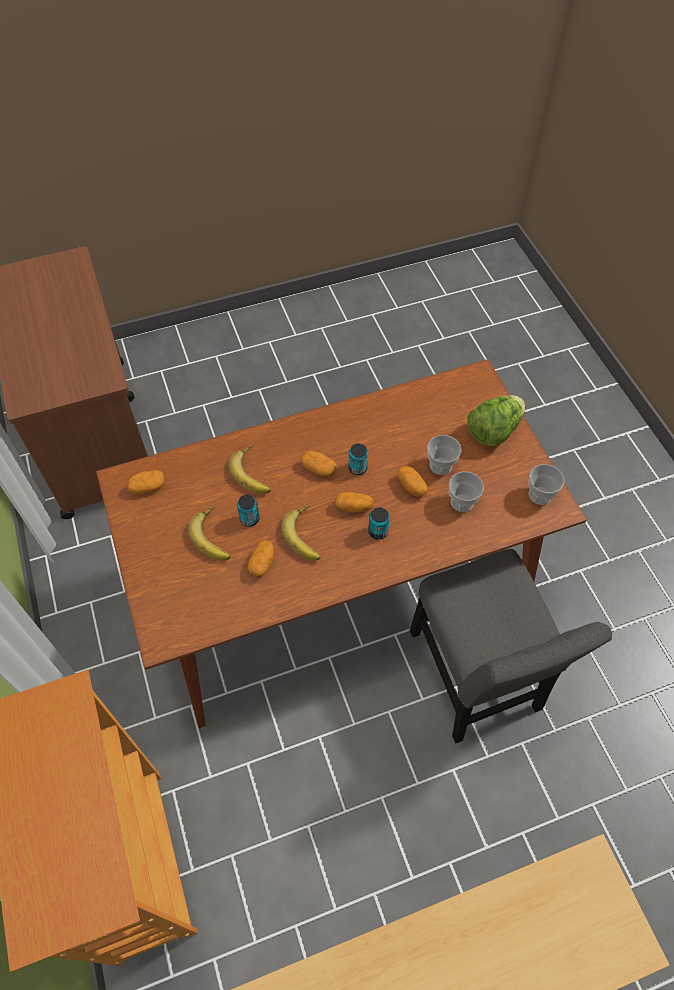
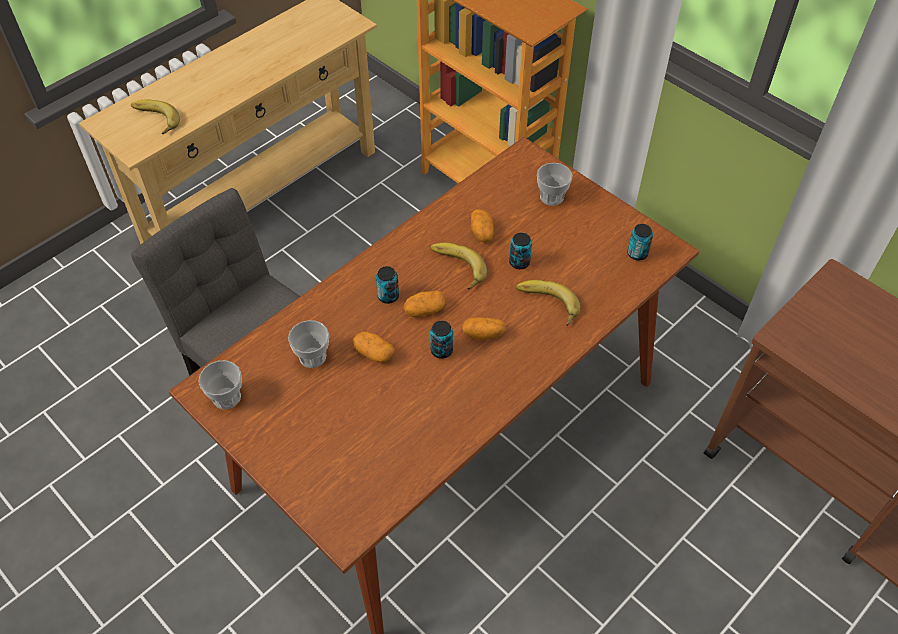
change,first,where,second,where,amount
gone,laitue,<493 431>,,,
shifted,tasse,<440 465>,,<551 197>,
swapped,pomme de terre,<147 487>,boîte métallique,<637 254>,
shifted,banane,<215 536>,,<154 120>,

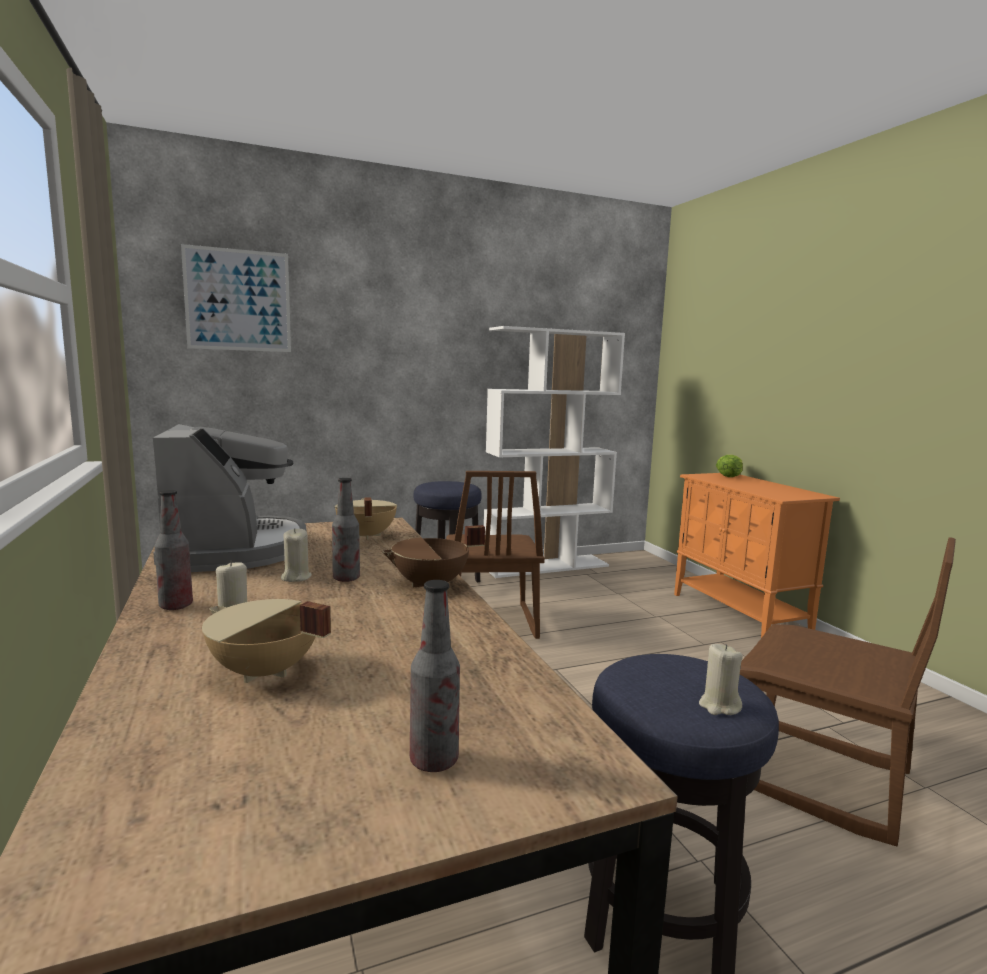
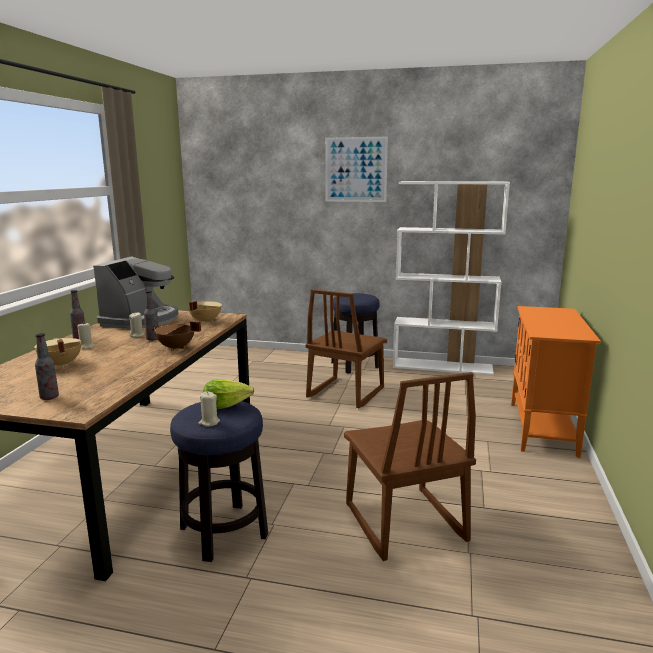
change,first,where,second,where,amount
shifted,tableau,<238 300>,,<356 169>,
shifted,laitue,<729 476>,,<226 405>,

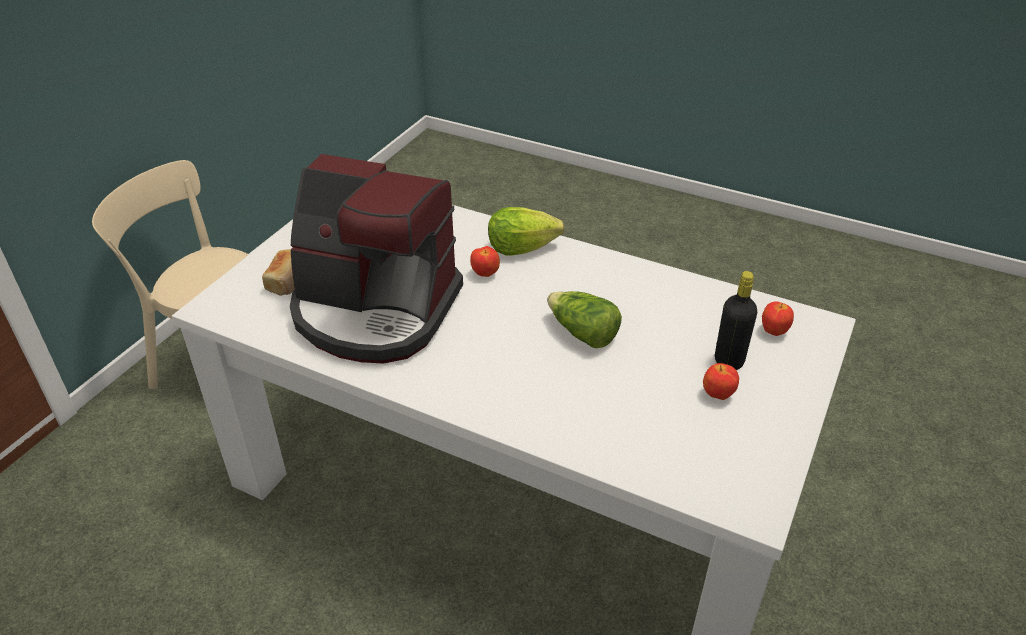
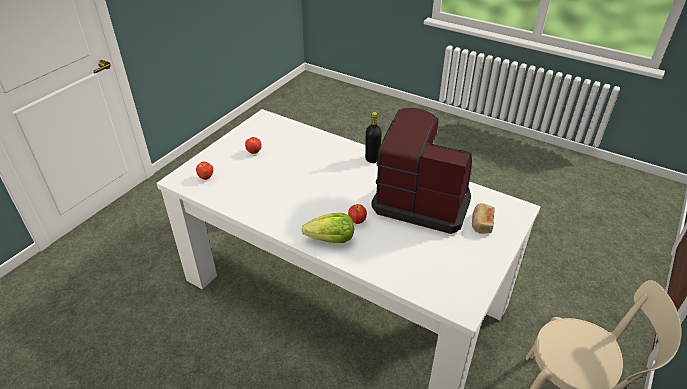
change,first,where,second,where,amount
shifted,bouteille (noir),<729 361>,,<372 159>,
gone,laitue,<582 333>,,,

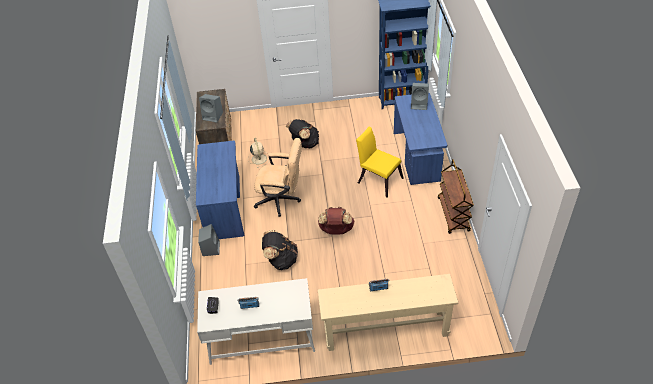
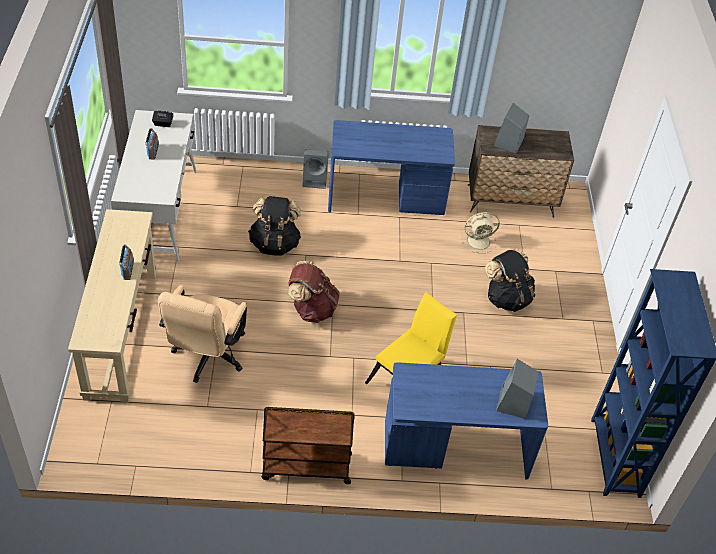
change,first,where,second,where,amount
shifted,chaise de bureau (beige),<281 200>,,<207 358>,

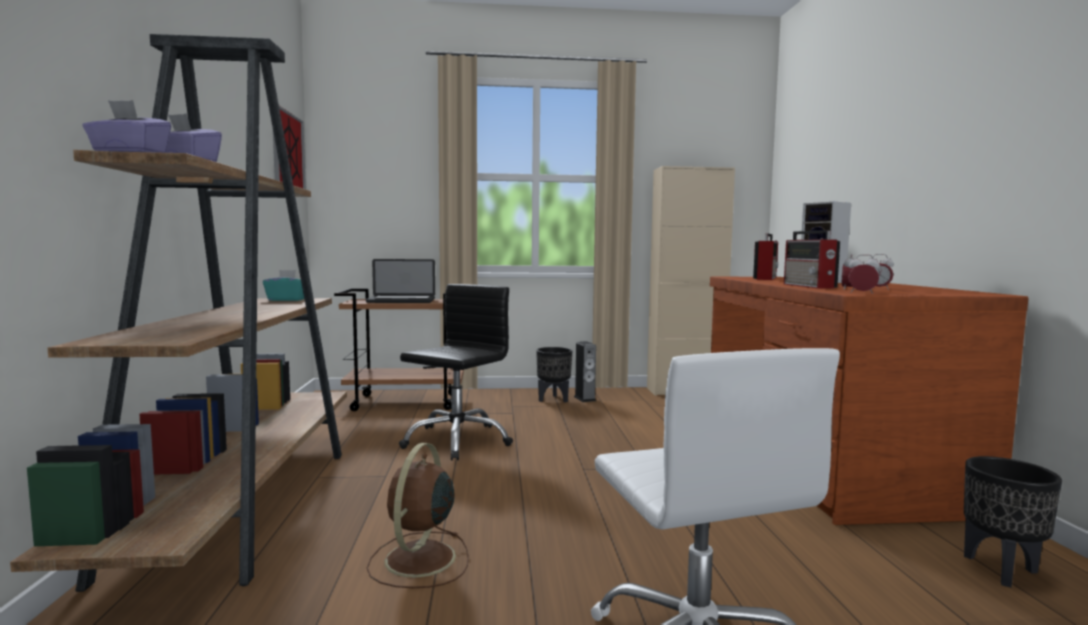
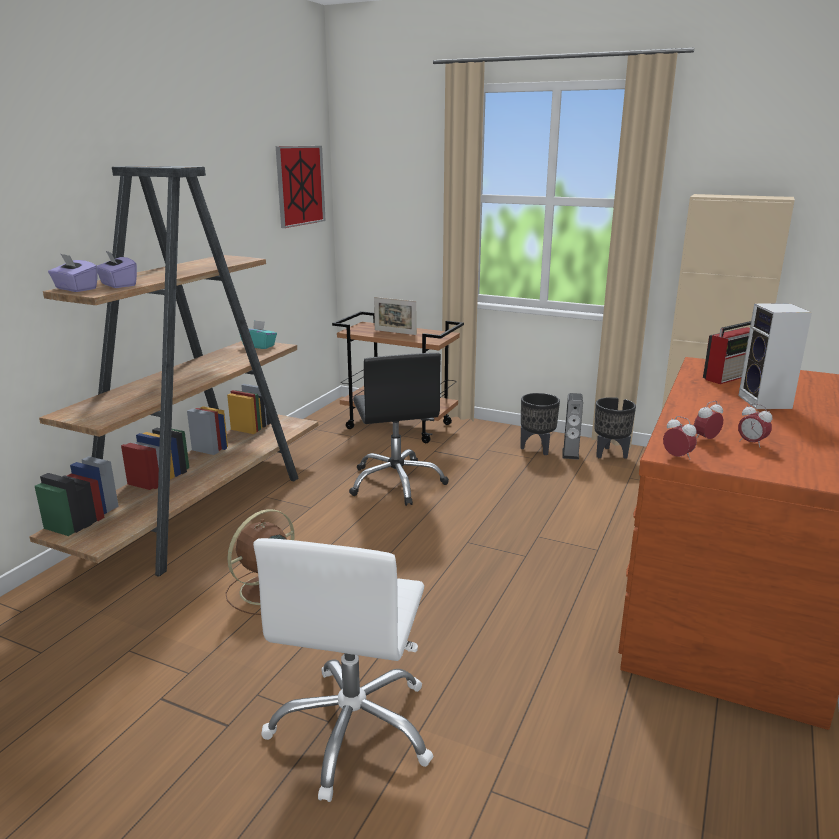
change,first,where,second,where,amount
gone,radio,<809 286>,,,
swapped,ordinateur portable,<401 301>,cadre photo,<395 332>,
rotated,chaise de bureau (noir),<457 440>,,<397 482>,105 degrees clockwise
shifted,cache-pot (noir),<1002 571>,,<610 454>,

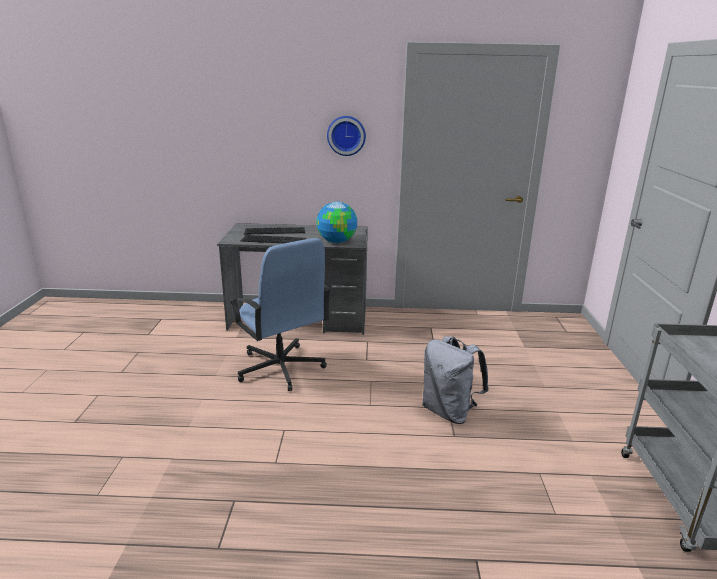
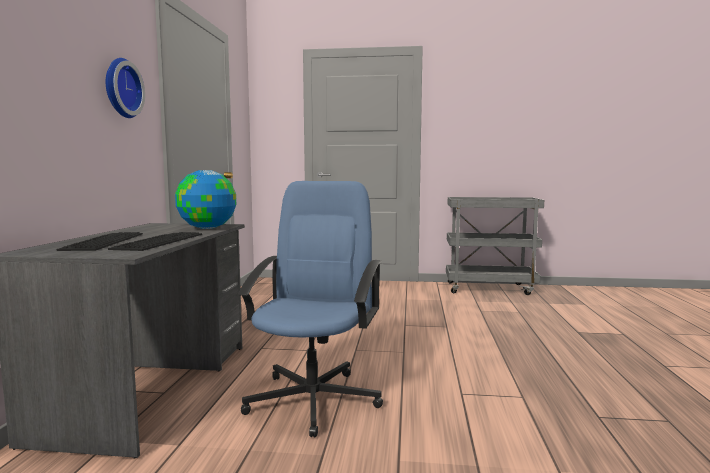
change,first,where,second,where,amount
rotated,chaise de bureau (bleu),<280 368>,,<314 399>,45 degrees counterclockwise
gone,sac à dos (gris),<449 412>,,,

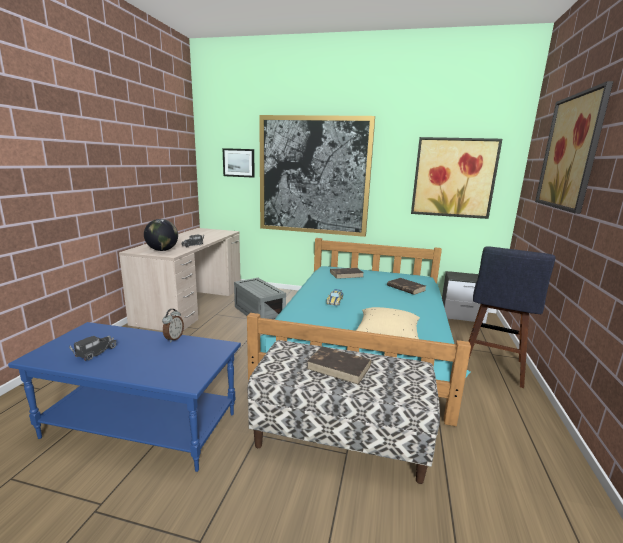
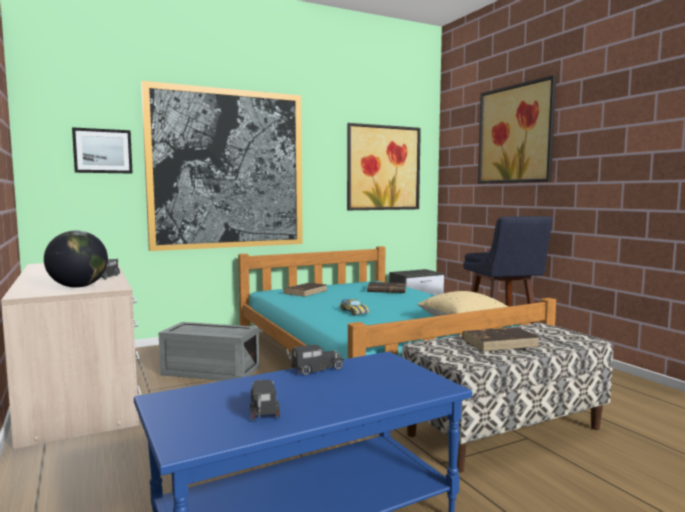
change,first,where,second,where,amount
swapped,réveil,<173 338>,camion jouet,<315 369>,

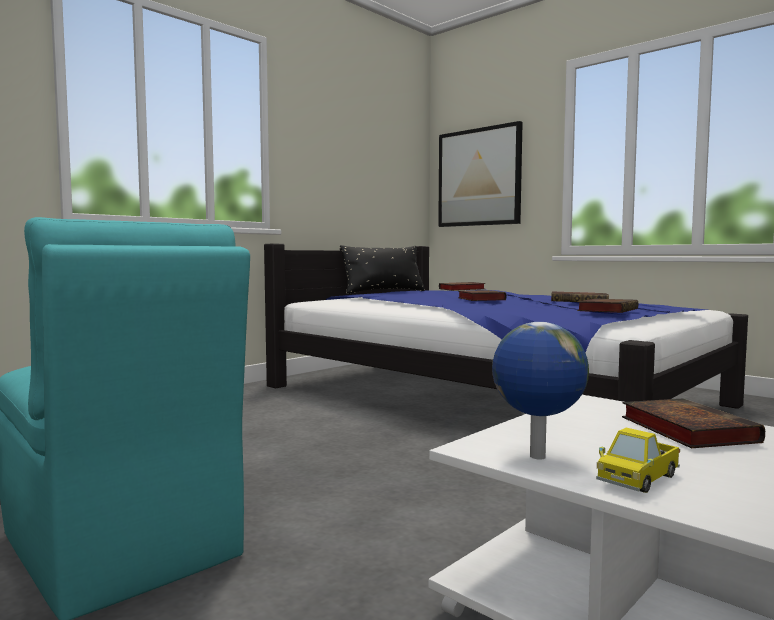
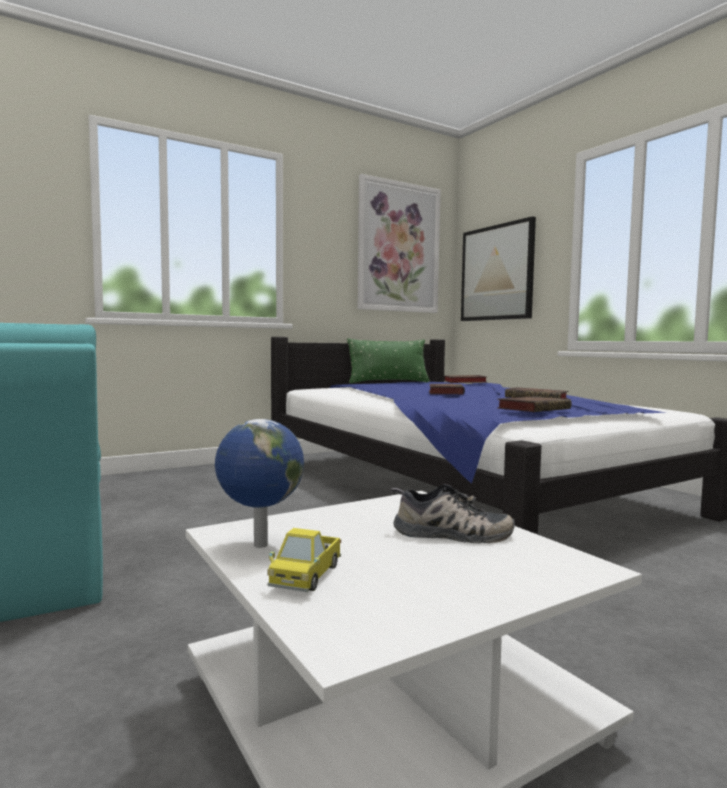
change,first,where,second,where,amount
repainted,coussin (noir),<383 292>,coussin (vert),<388 382>,
swapped,livre,<683 429>,chaussure,<451 534>,
rotated,camion jouet,<638 479>,,<306 576>,45 degrees counterclockwise
new,,,tableau,<398 247>,

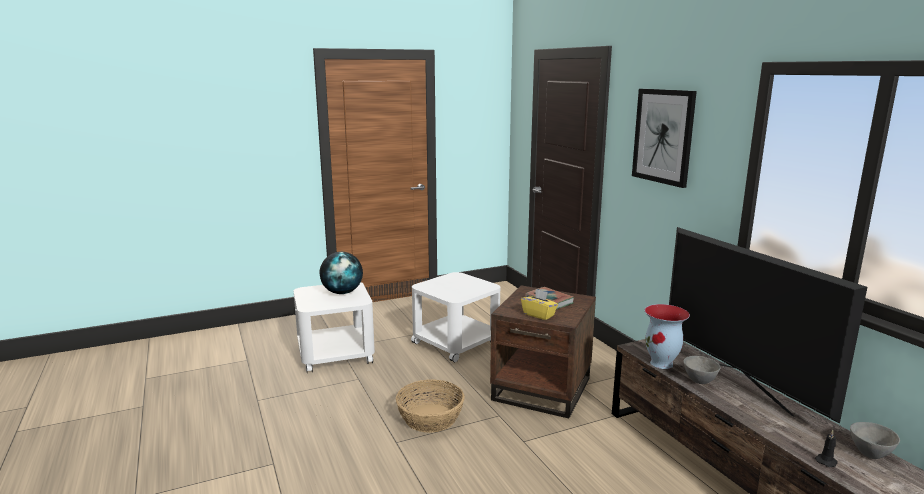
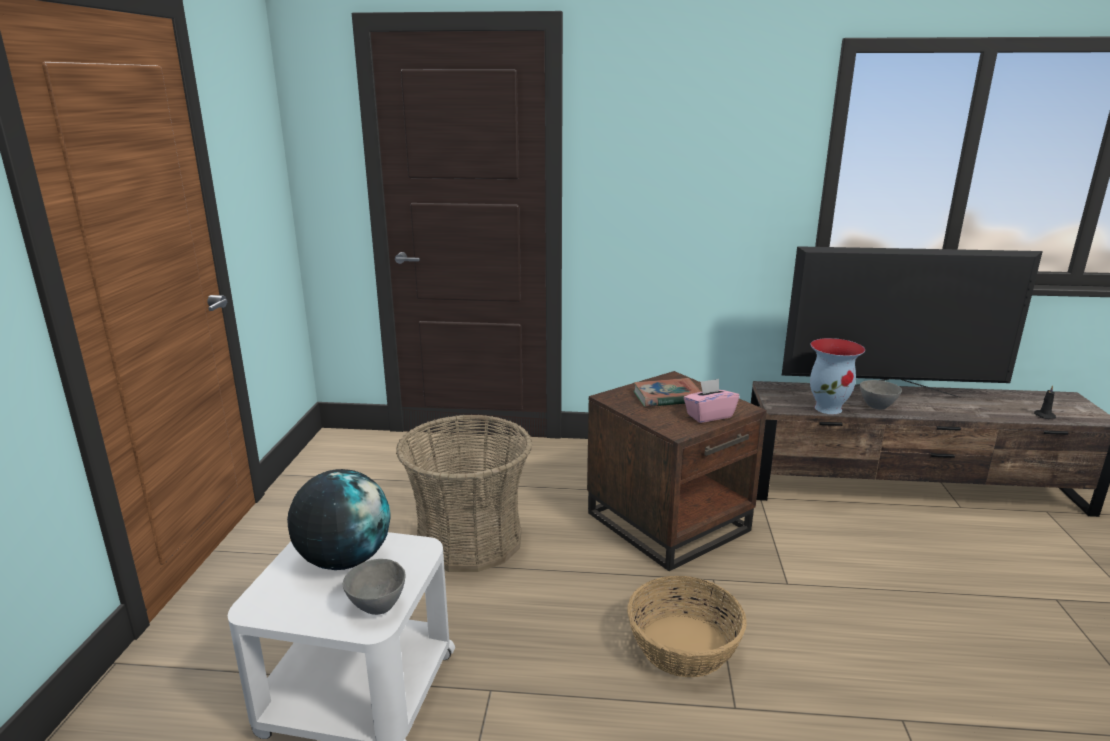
change,first,where,second,where,amount
gone,tableau,<663 136>,,,
swapped,table d'appoint (blanc),<456 342>,panier,<469 540>,
repainted,boîte à mouchoirs (jaune),<539 315>,boîte à mouchoirs (rose),<709 416>,
shifted,bol (gris),<869 453>,,<377 606>,

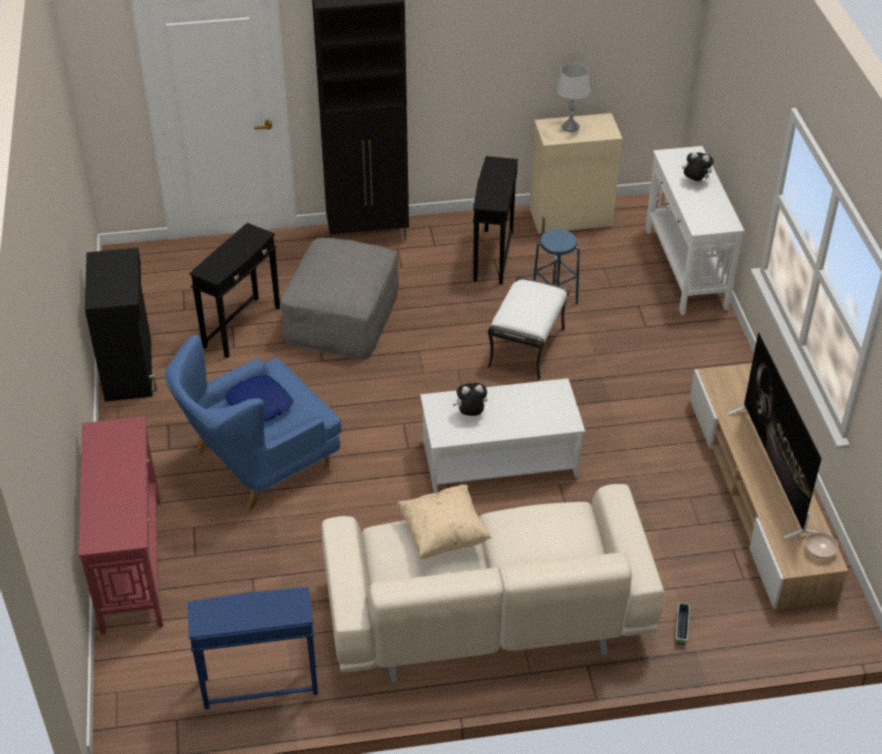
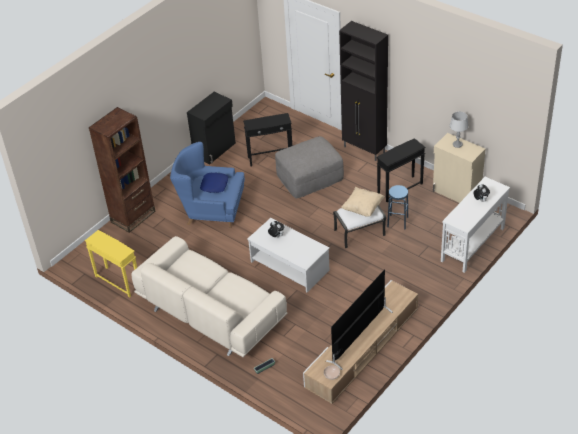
change,first,where,second,where,amount
swapped,table console (rouge),<132 563>,bibliothèque (marron),<133 217>,
shifted,coussin (beige),<443 535>,,<363 208>,
repainted,table d'appoint (bleu),<259 685>,table d'appoint (jaune),<118 281>,

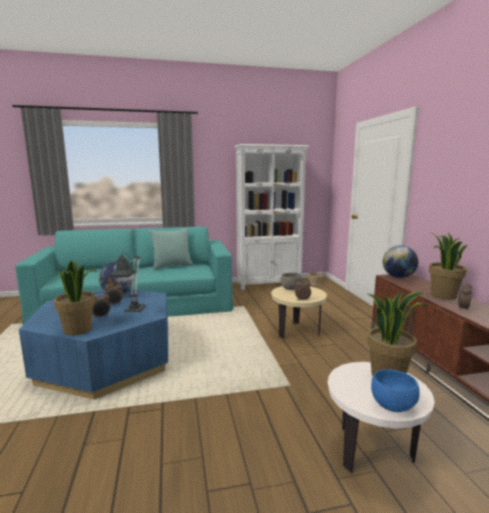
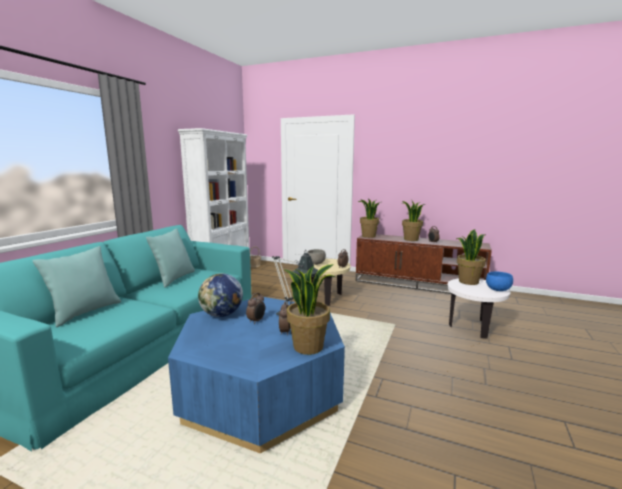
change,first,where,second,where,amount
swapped,globe,<398 277>,plante en pot,<368 236>,
new,,,coussin (turquoise),<85 312>,

